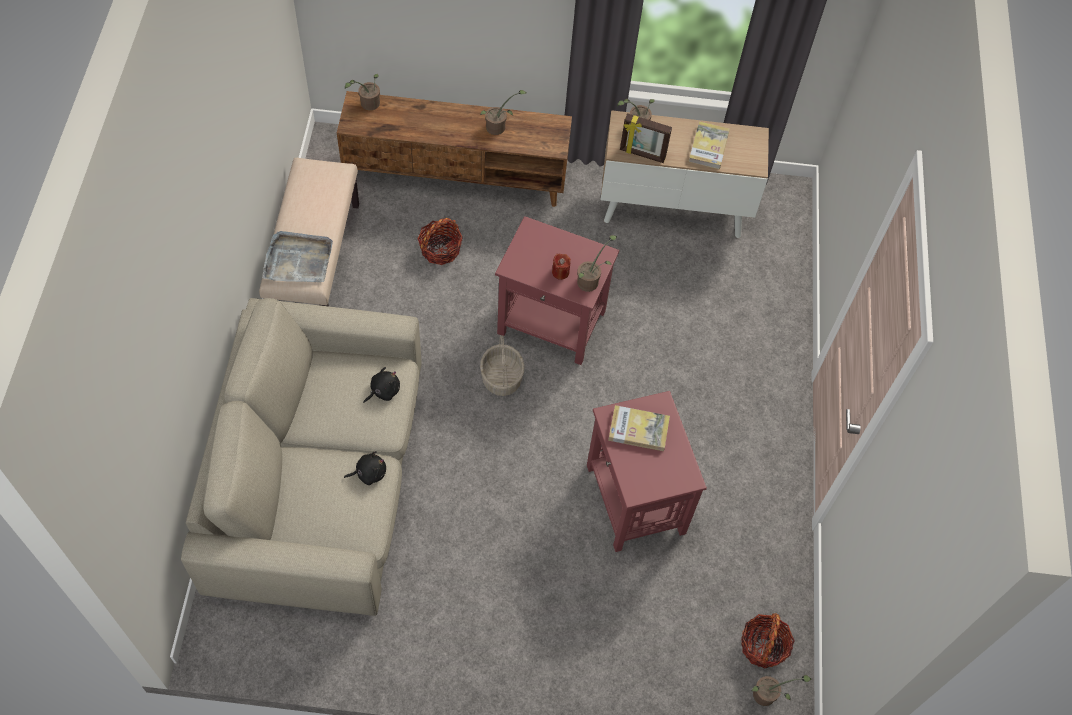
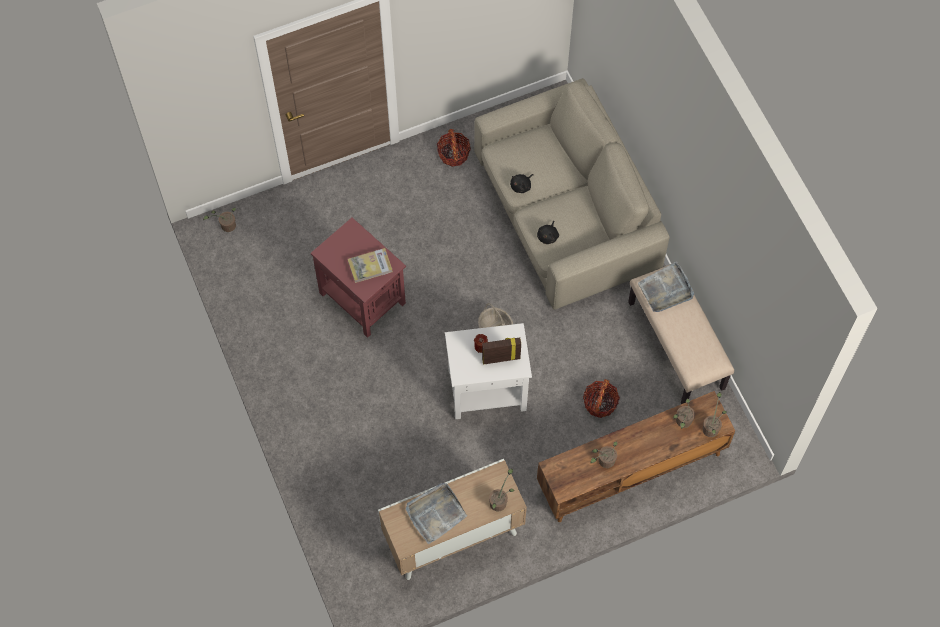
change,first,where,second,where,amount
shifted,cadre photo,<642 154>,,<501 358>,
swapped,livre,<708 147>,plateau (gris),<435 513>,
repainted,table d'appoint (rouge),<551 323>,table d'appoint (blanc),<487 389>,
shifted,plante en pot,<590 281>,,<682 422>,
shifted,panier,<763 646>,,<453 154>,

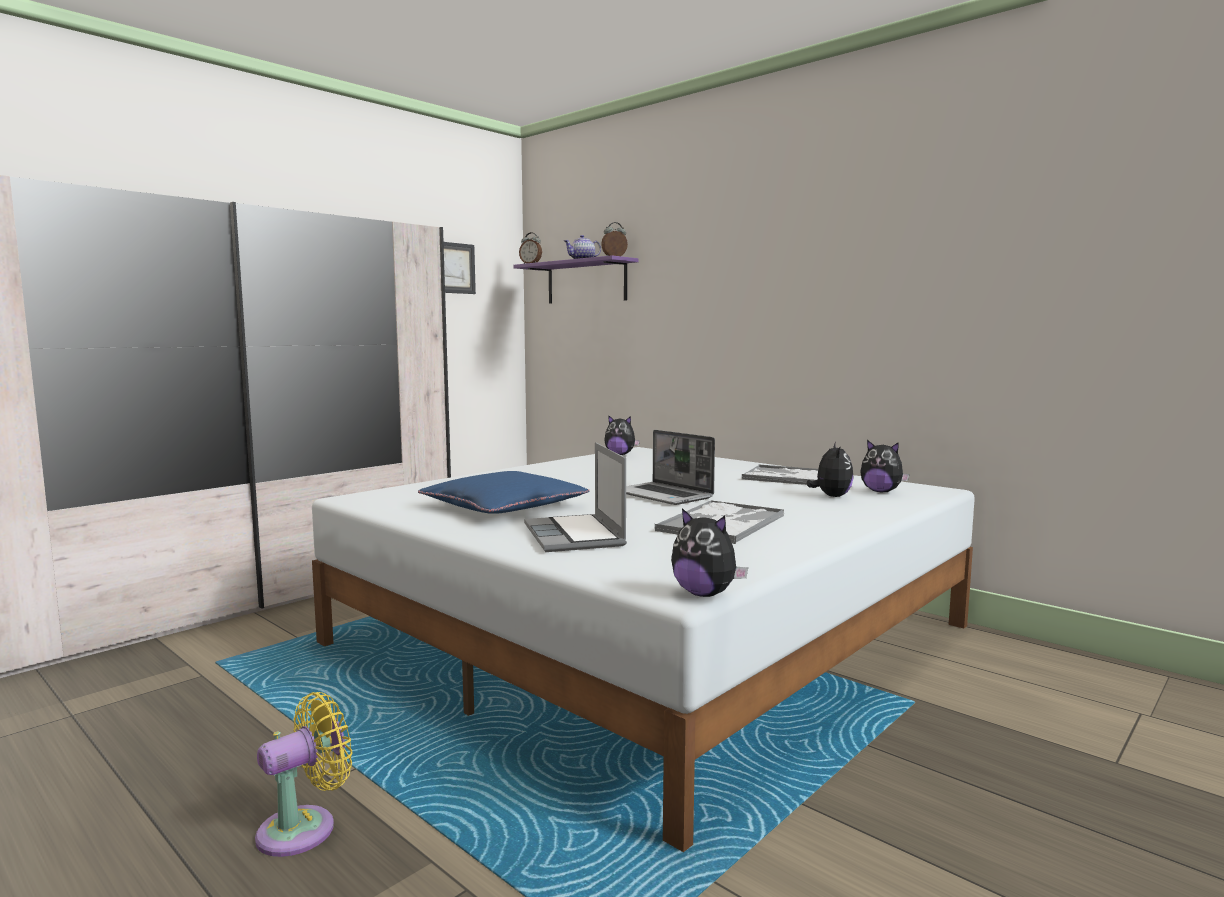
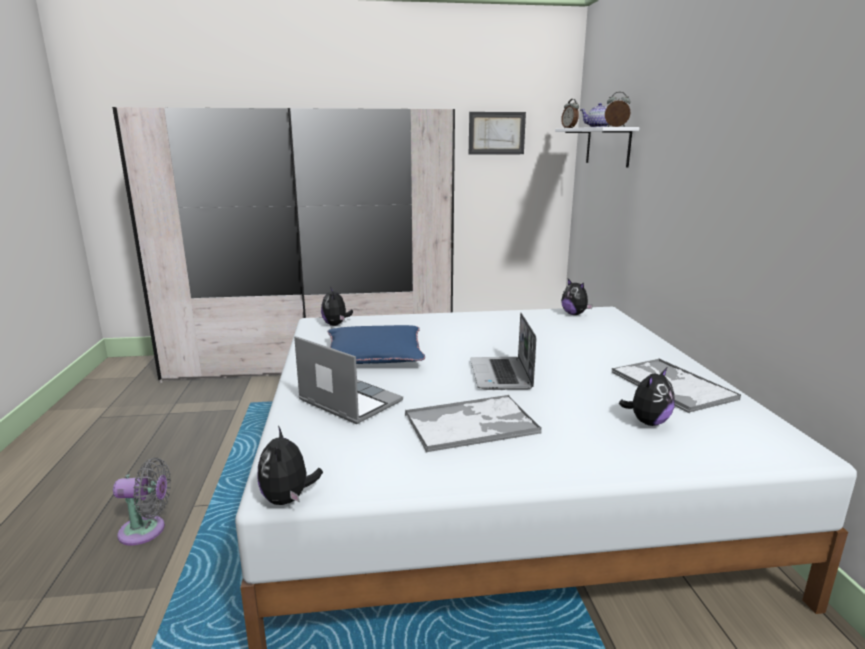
change,first,where,second,where,amount
repainted,étagère (violet),<586 282>,étagère (blanc),<607 146>,
shifted,peluche,<881 491>,,<336 324>,
rotated,ordinateur portable,<575 536>,,<348 401>,105 degrees clockwise
repainted,ventilateur (jaune),<304 828>,ventilateur (gris),<147 530>,

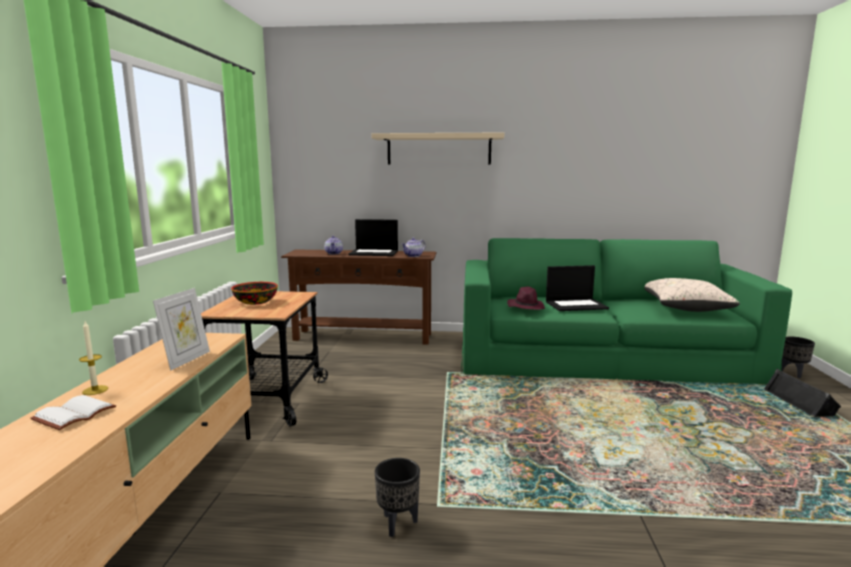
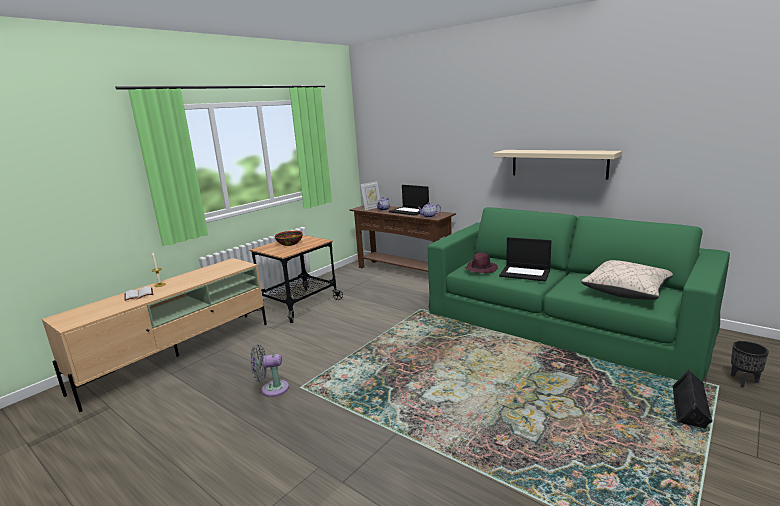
change,first,where,second,where,amount
shifted,étagère (beige),<439 149>,,<558 163>,
shifted,cadre photo,<186 360>,,<372 208>,
swapped,cache-pot (noir),<398 524>,ventilateur (gris),<272 389>,

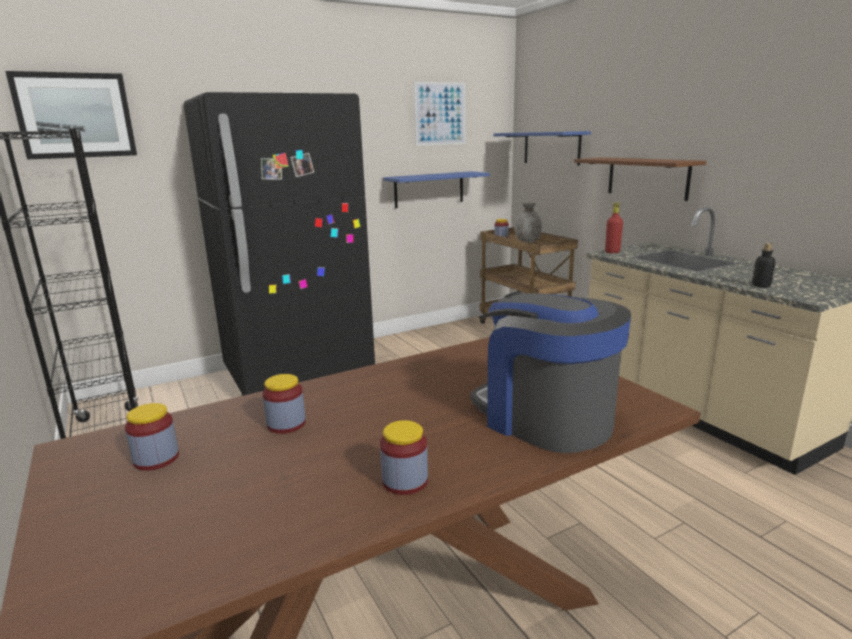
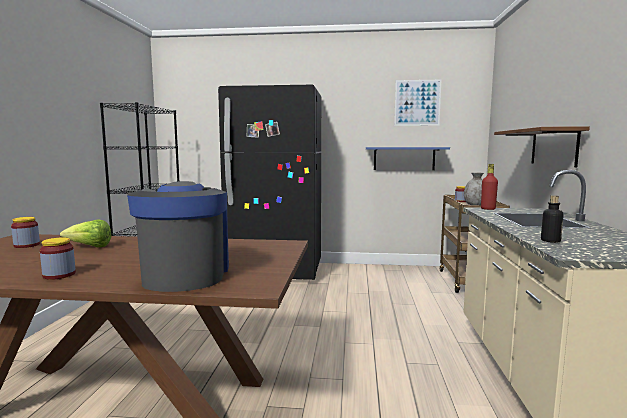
change,first,where,second,where,amount
gone,tableau,<75 116>,,,
gone,étagère (bleu),<551 148>,,,
swapped,bocal,<286 424>,laitue,<90 247>,

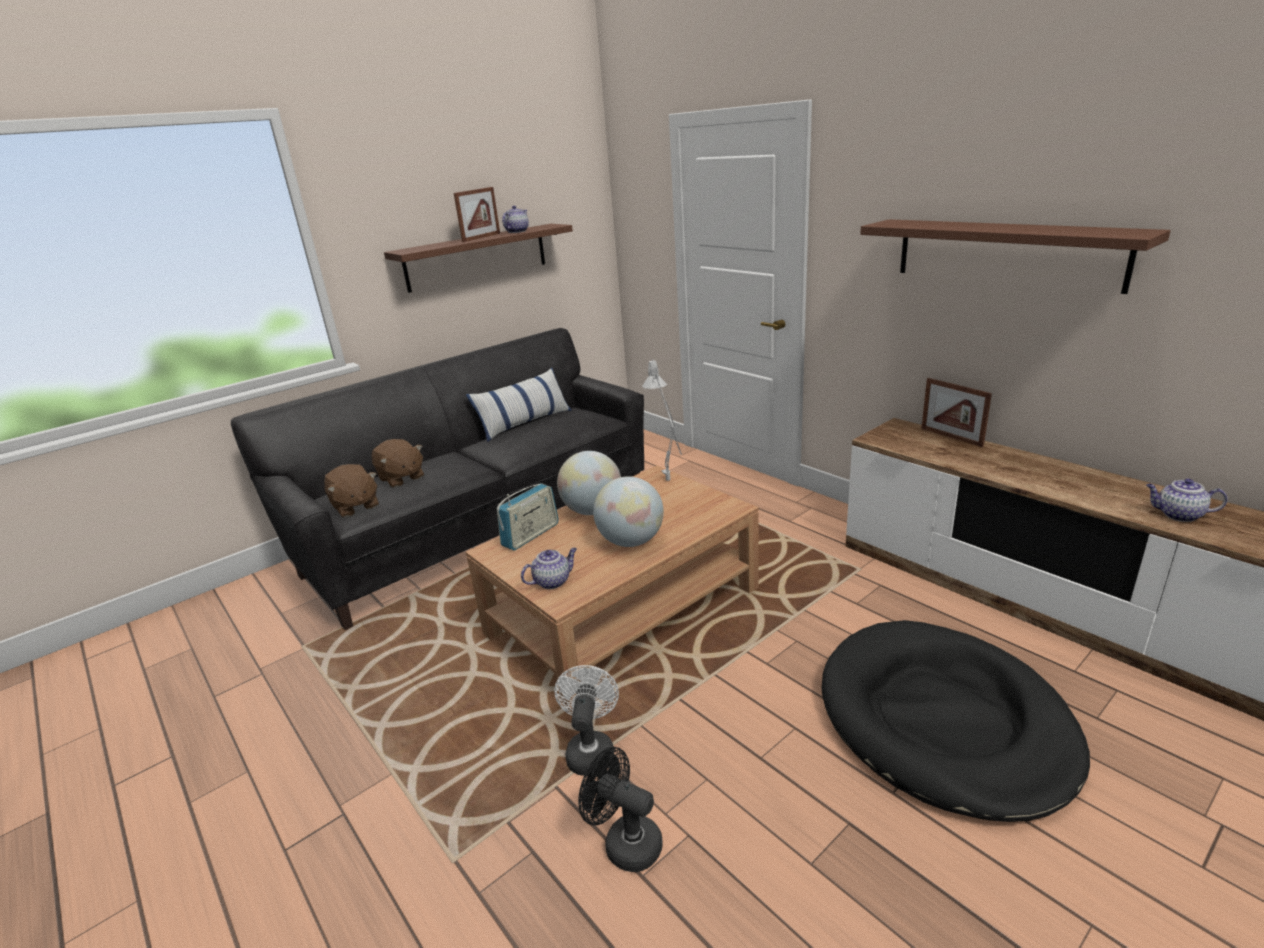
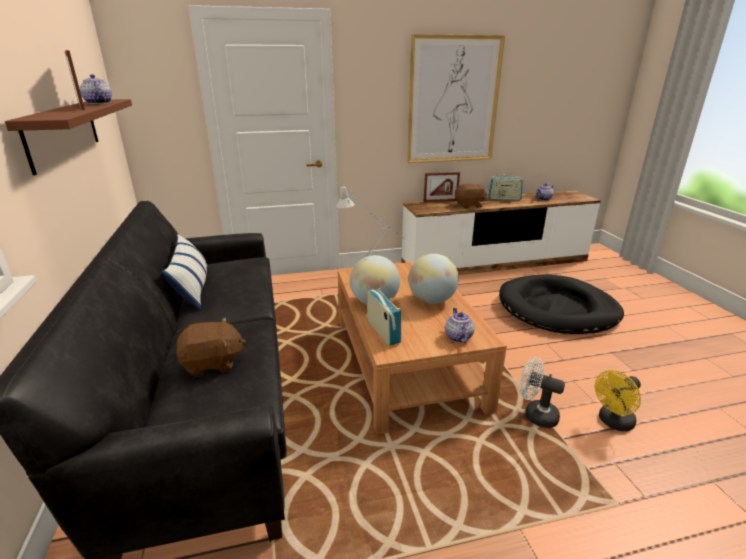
change,first,where,second,where,amount
swapped,étagère (marron),<1006 253>,tableau,<453 101>,
shifted,peluche (marron),<355 506>,,<469 205>,
repainted,ventilateur (noir),<625 842>,ventilateur (jaune),<613 422>,
new,,,radio,<504 199>,

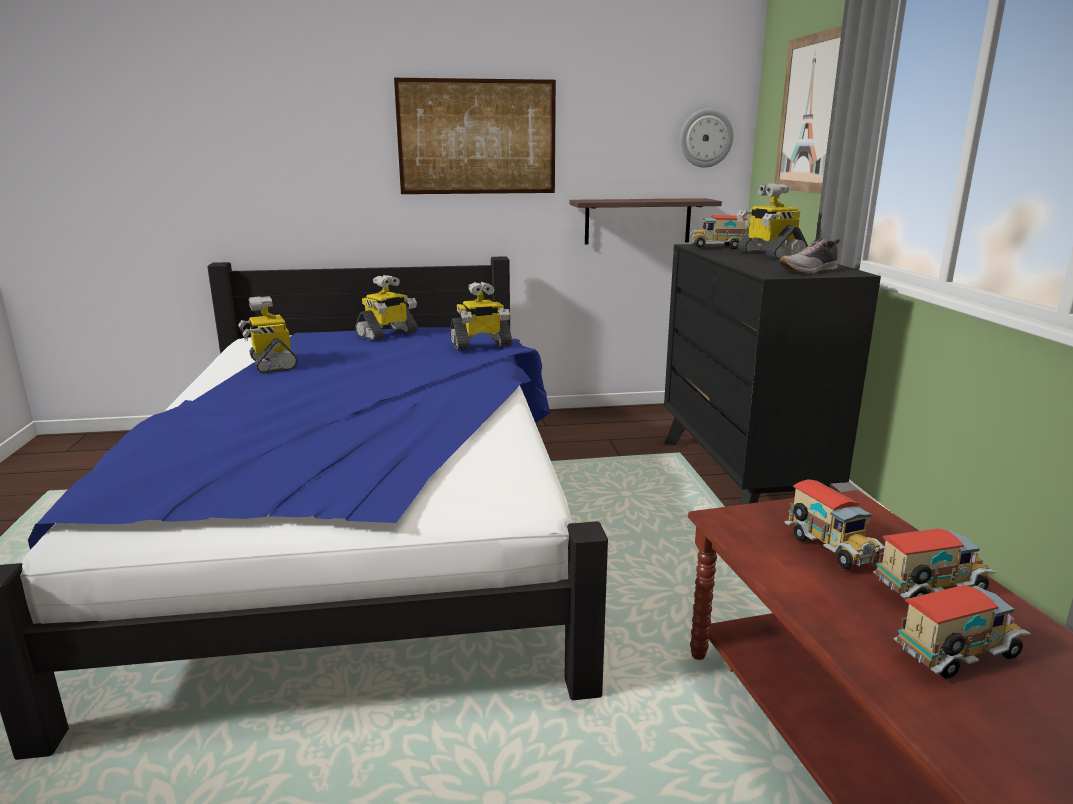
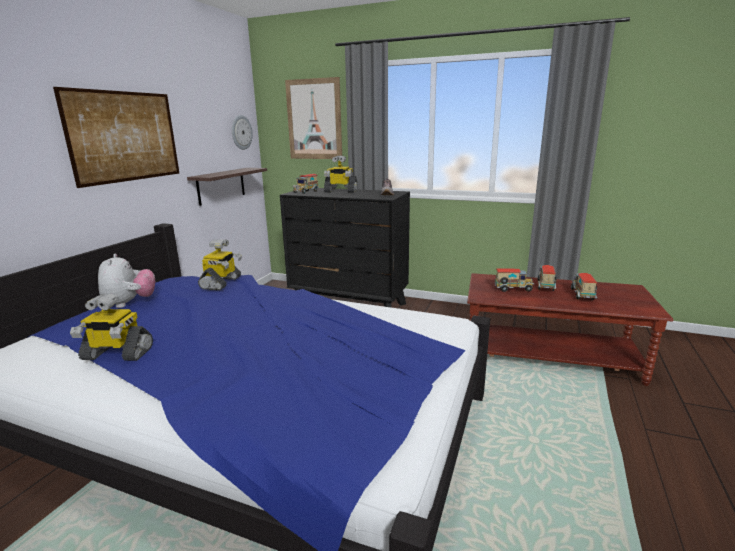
change,first,where,second,where,amount
swapped,robot jouet,<387 334>,peluche,<130 303>,

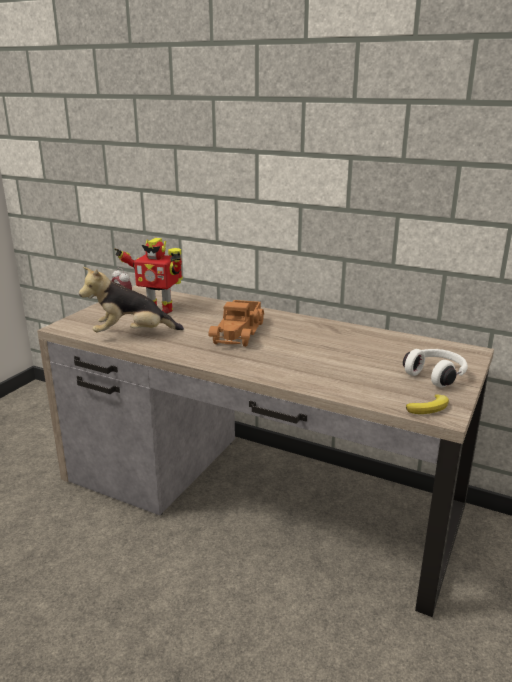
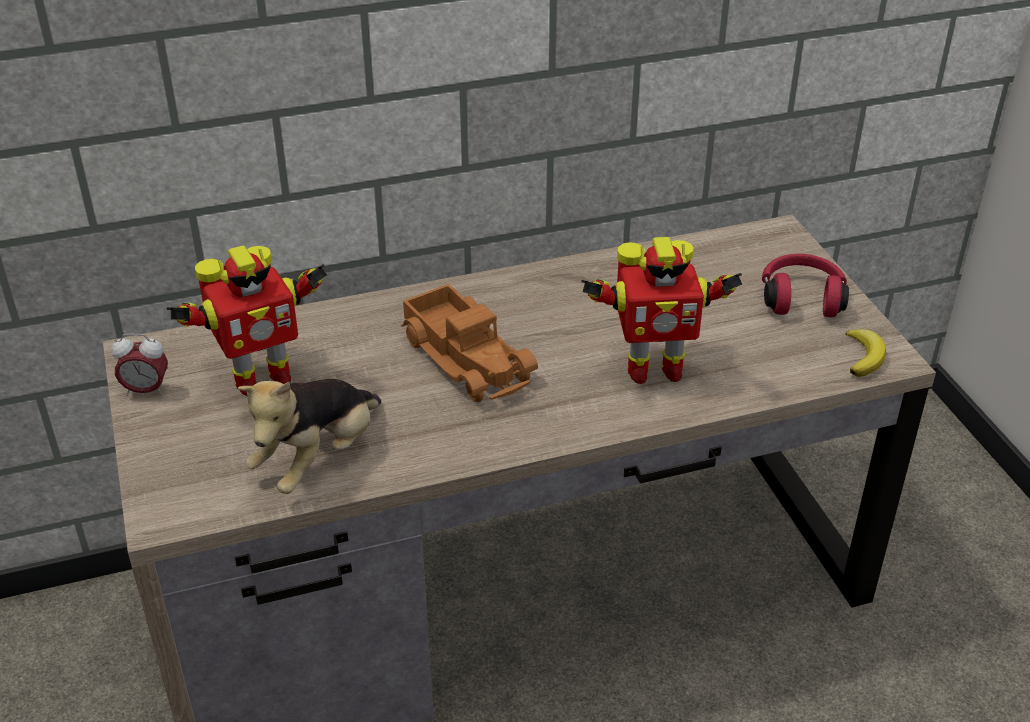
change,first,where,second,where,amount
repainted,casque audio (blanc),<436 375>,casque audio (rouge),<801 298>,
new,,,robot jouet,<652 369>,

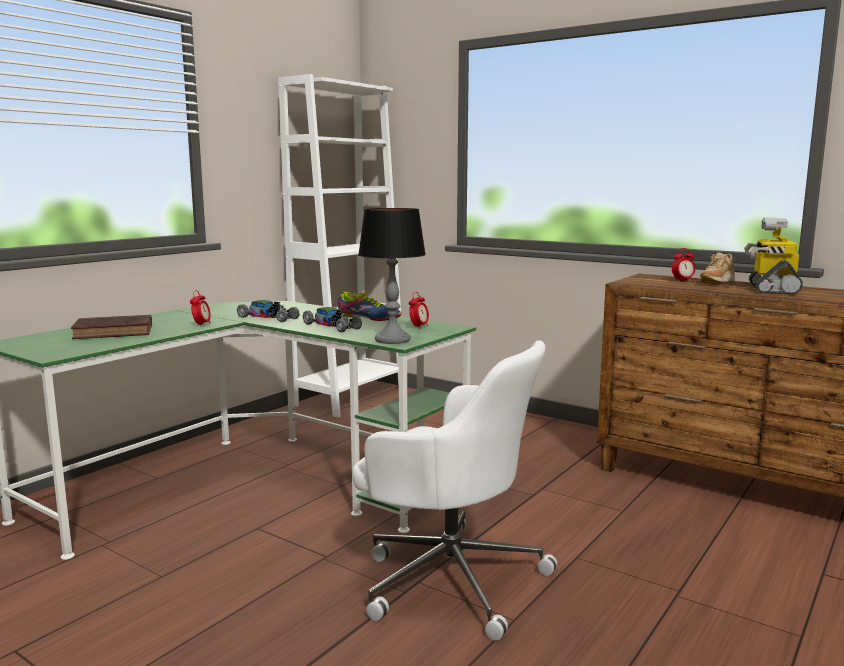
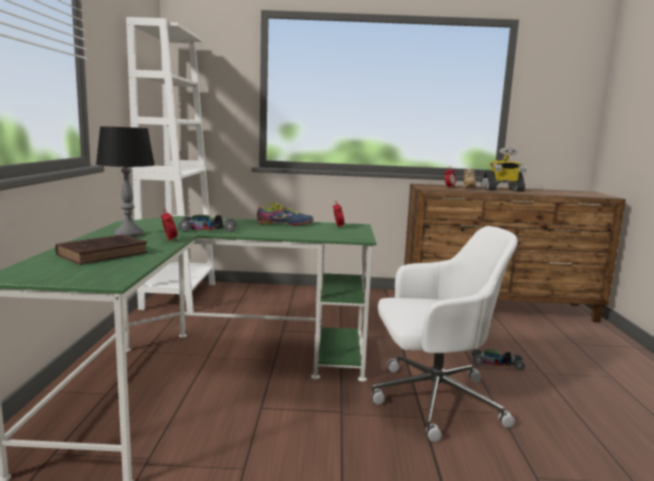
change,first,where,second,where,amount
shifted,lampe de table,<392 340>,,<128 234>,
rotated,robot jouet,<771 289>,,<502 189>,75 degrees counterclockwise
shifted,petite voiture,<332 326>,,<497 364>,

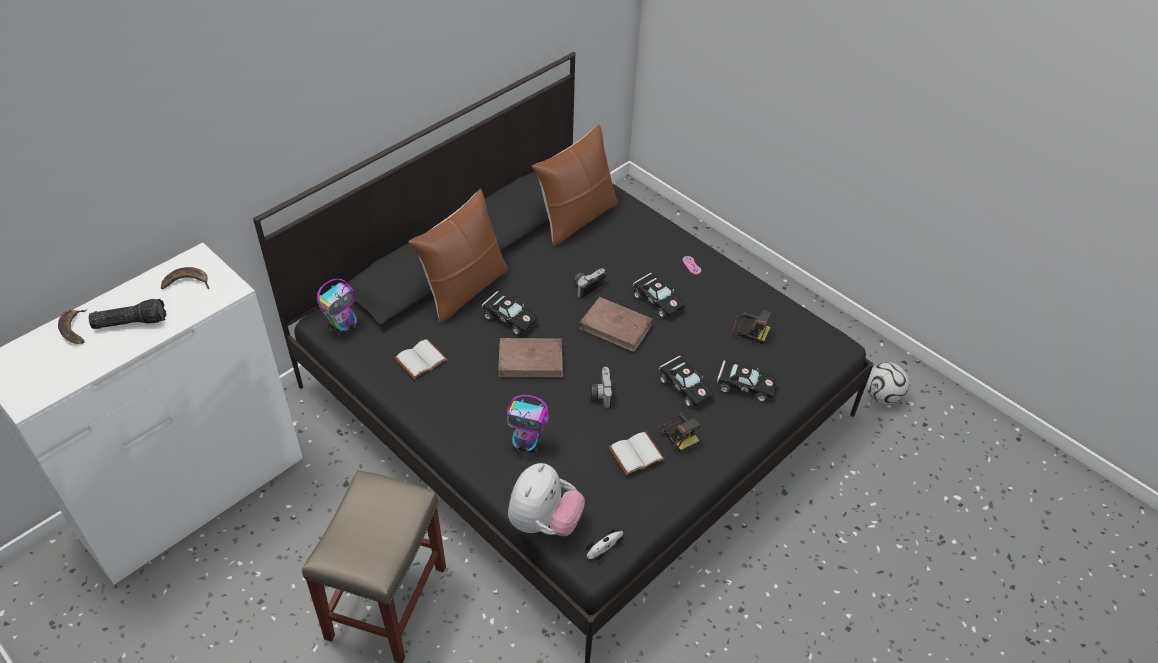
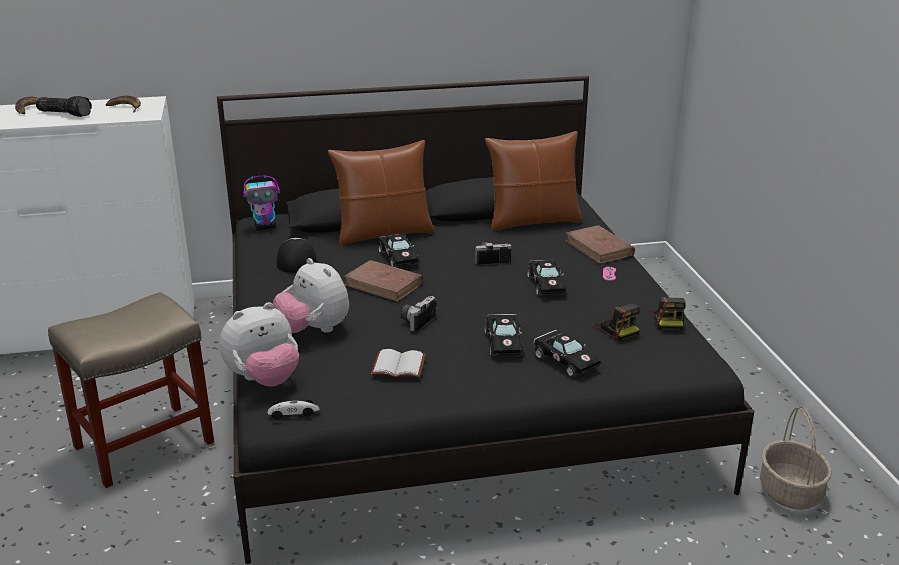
change,first,where,second,where,amount
shifted,livre (marron),<616 327>,,<599 248>,
swapped,livre (blanc),<421 361>,casquette,<296 260>,
swapped,ballon de foot,<882 396>,panier,<791 492>,
swapped,robot jouet,<527 444>,peluche,<314 330>,
shifted,appareil photo,<678 434>,,<668 320>,

